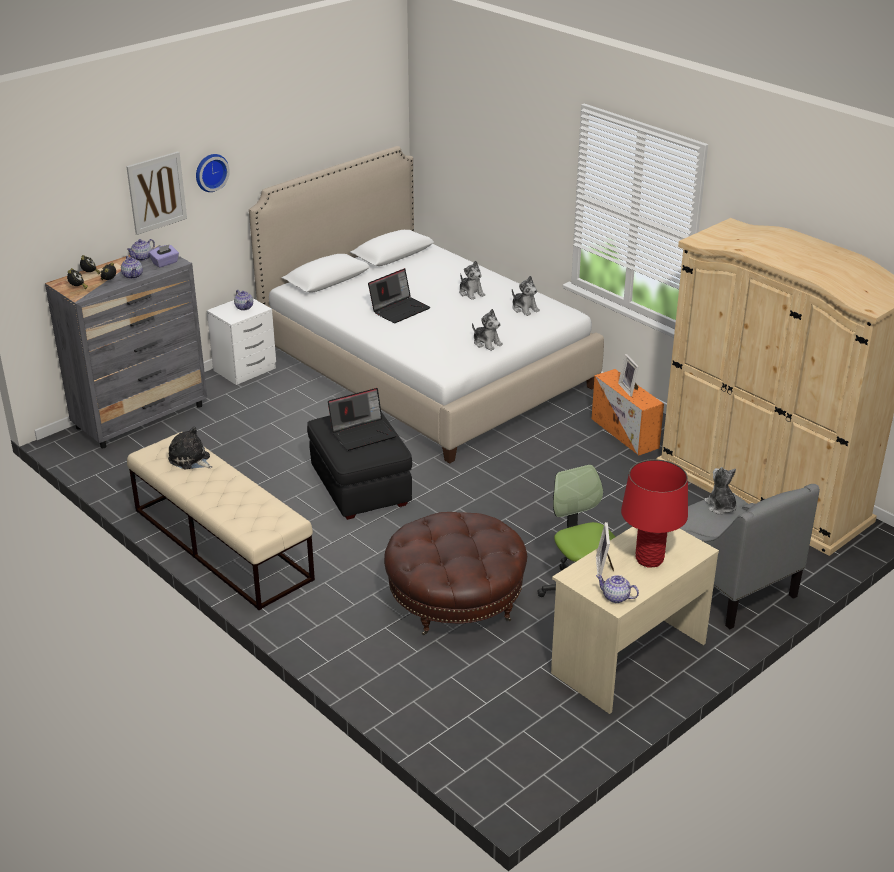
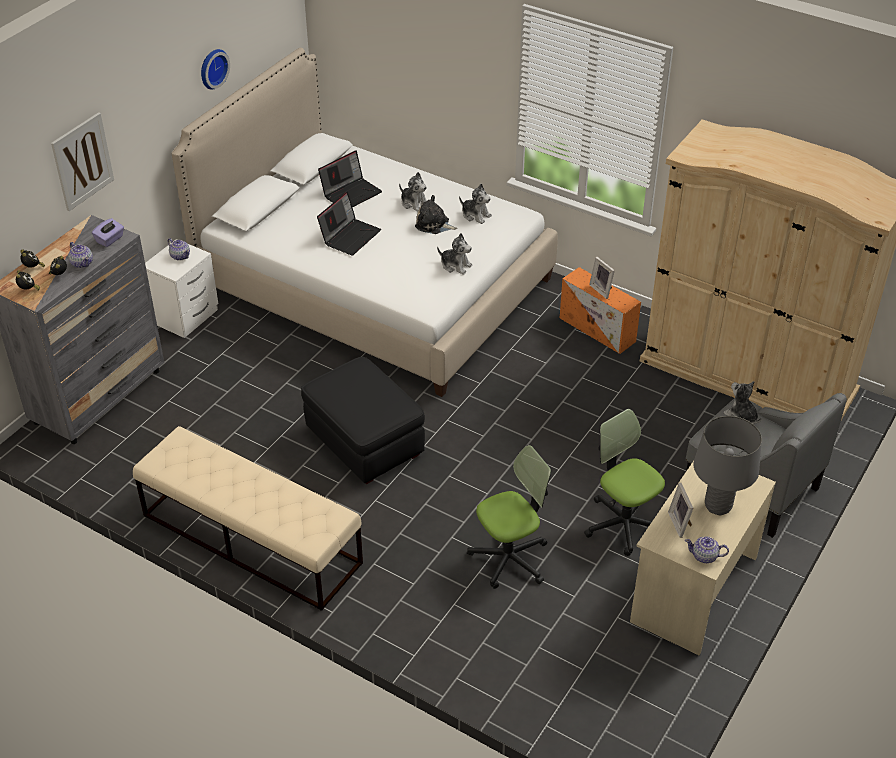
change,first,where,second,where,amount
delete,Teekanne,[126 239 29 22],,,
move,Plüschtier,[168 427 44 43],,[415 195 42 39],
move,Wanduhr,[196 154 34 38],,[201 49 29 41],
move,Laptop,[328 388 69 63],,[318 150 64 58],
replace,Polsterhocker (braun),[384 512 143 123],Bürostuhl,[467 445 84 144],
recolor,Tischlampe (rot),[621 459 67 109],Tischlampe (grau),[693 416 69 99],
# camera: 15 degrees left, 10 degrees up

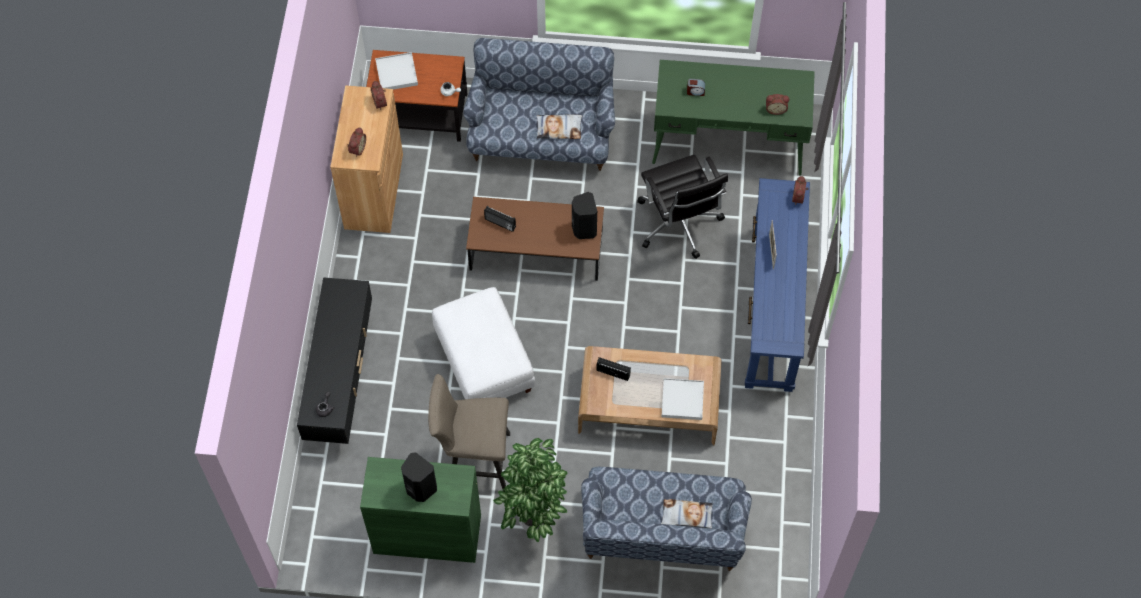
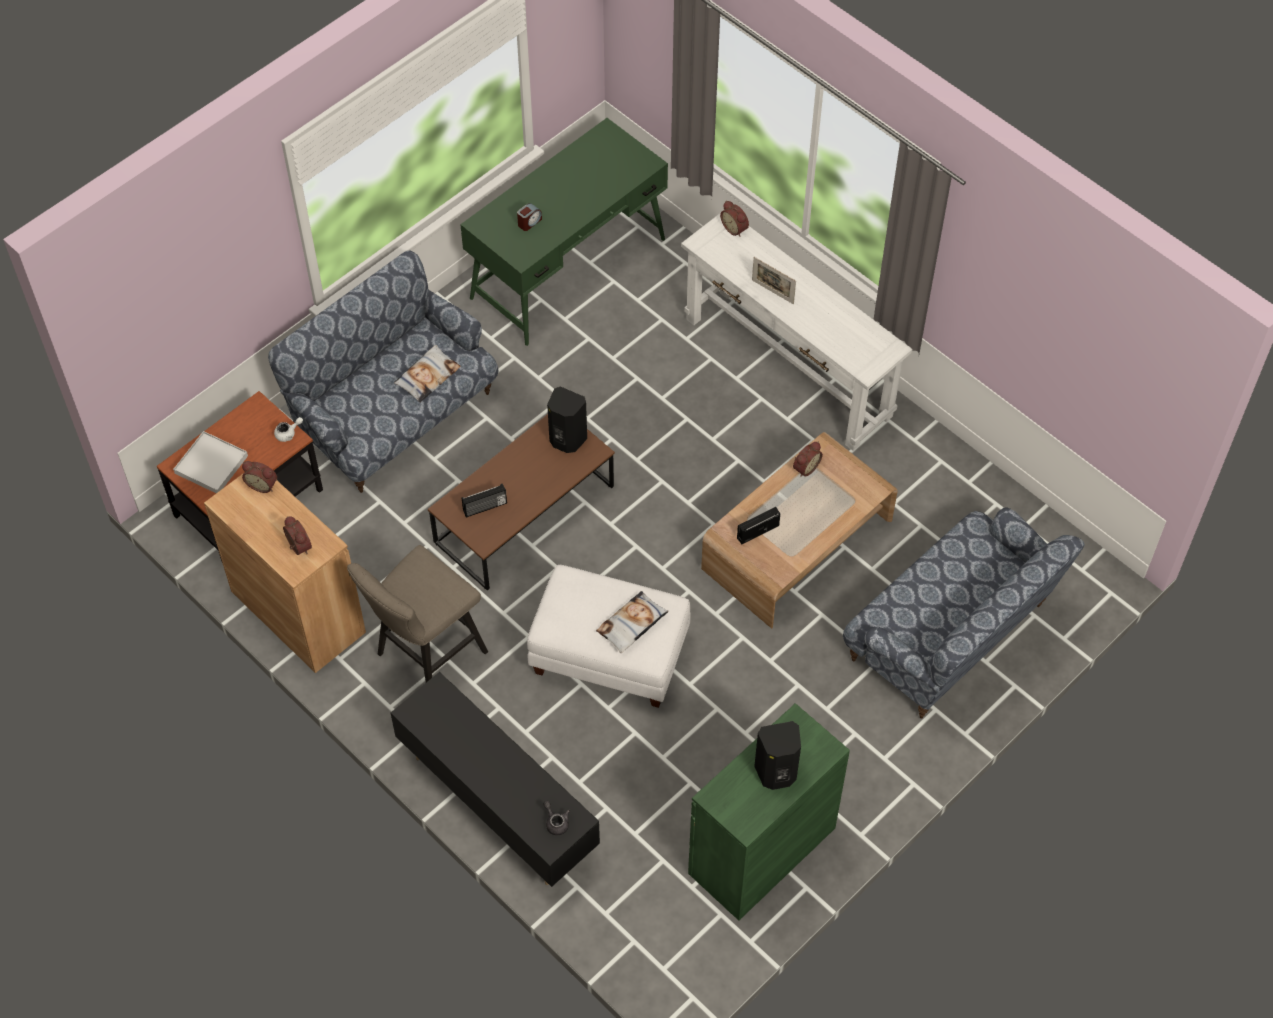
change,first,where,second,where,amount
move,Hocker (beige),[428 374 82 118],,[347 545 141 137],
delete,Topfpflanze,[493 438 75 104],,,
delete,Bürostuhl (schwarz),[637 155 91 104],,,
move,Kissen,[661 499 52 30],,[596 591 73 62],
delete,Tablett (weiß),[662 378 42 42],,,
recolor,Konsolentisch (blau),[745 178 65 214],Konsolentisch (weiß),[681 213 231 238],
move,Wecker,[766 94 23 21],,[793 442 30 35],
# camera: 50 degrees left, 5 degrees down

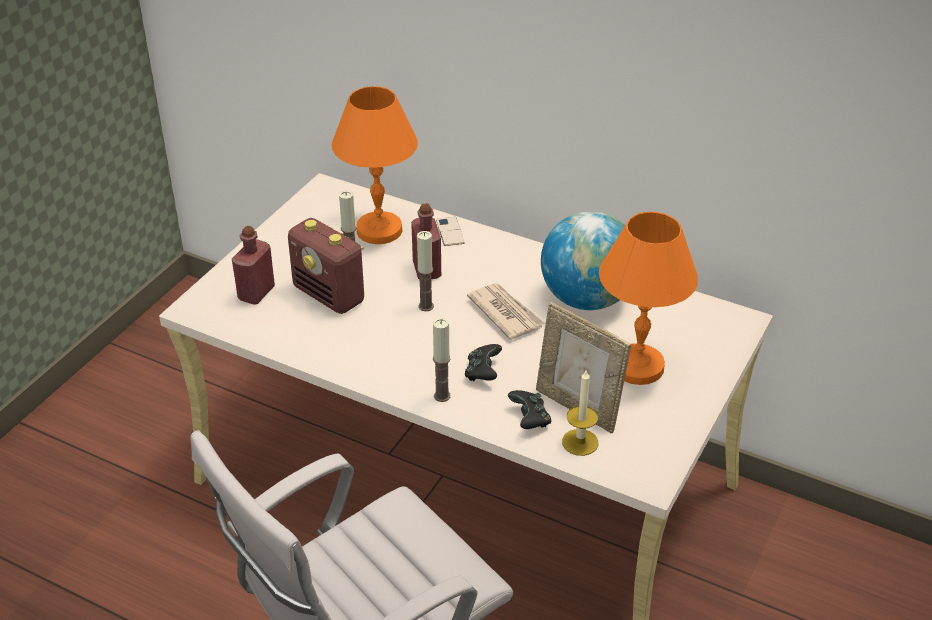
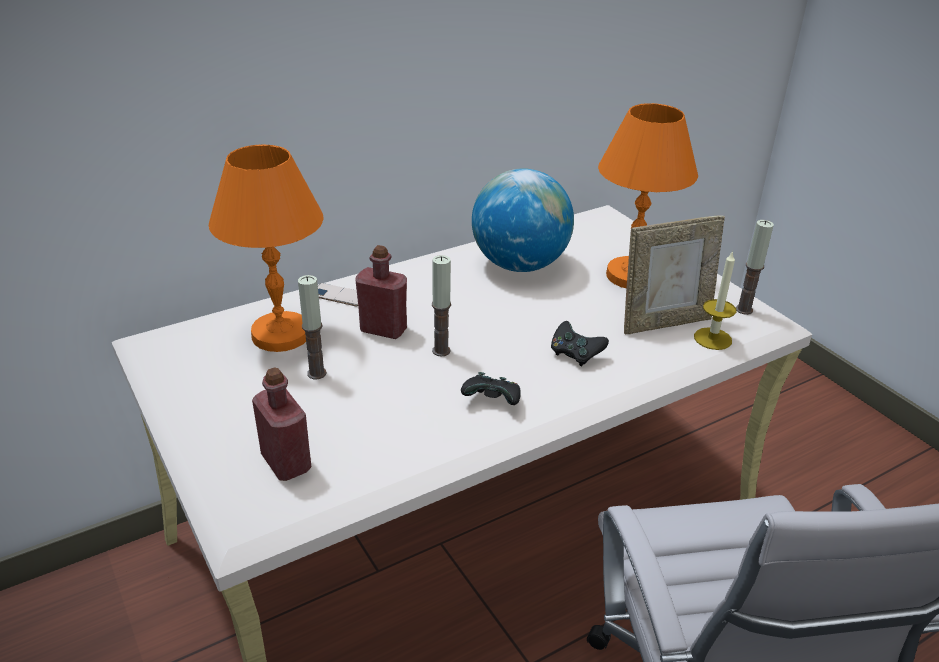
change,first,where,second,where,amount
delete,Radio,[288 218 76 96],,,
move,Kerze,[433 318 18 84],,[736 220 38 95],
delete,Zeitung,[467 283 78 57],,,
move,Gamepad (schwarz),[508 390 43 39],,[461 372 60 33],
# camera: 60 degrees left, 5 degrees down

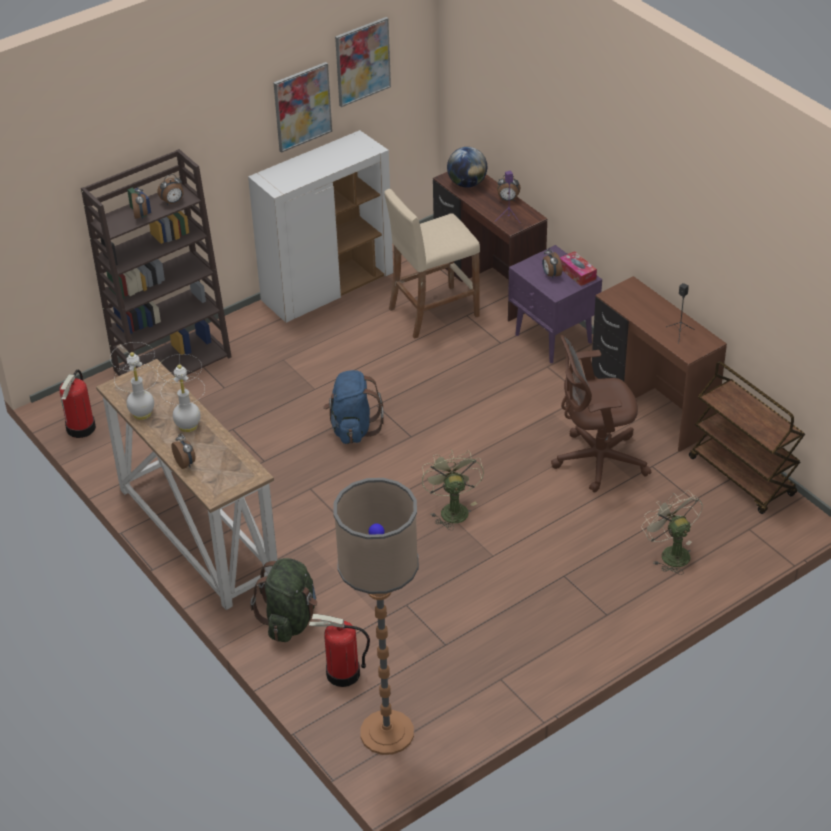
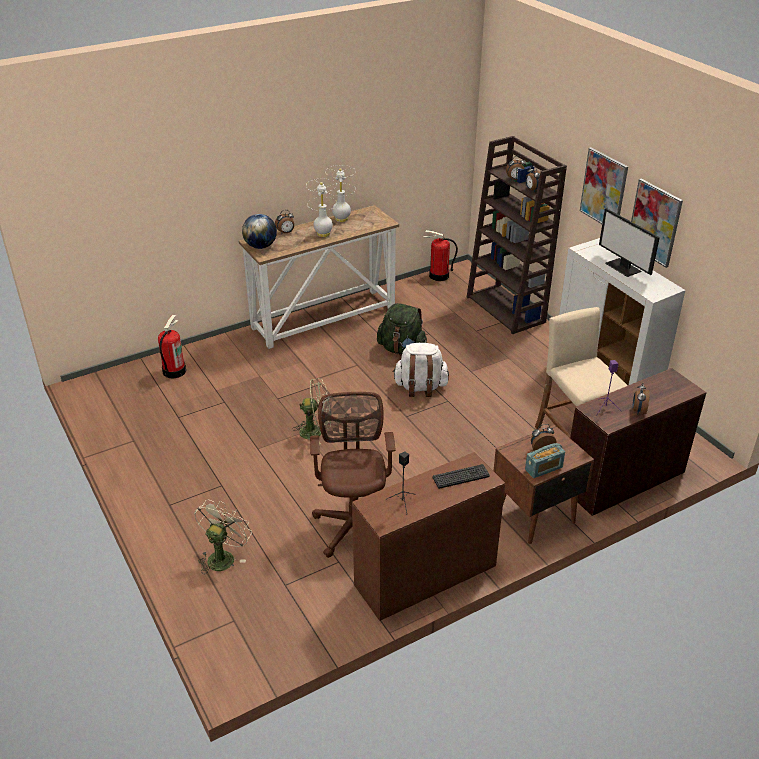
change,first,where,second,where,amount
move,Rucksack (grün),[250 558 68 84],,[377 303 50 51],
recolor,Rucksack (blau),[323 370 61 74],Rucksack (weiß),[392 343 57 54],
delete,Stehlampe,[333 478 86 277],,,
move,Bild,[335 17 56 90],,[580 147 48 77],
move,Globus,[447 147 40 41],,[242 214 35 35],
recolor,Nachttisch (lila),[508 245 94 118],Nachttisch (braun),[493 425 101 119],
replace,Taschentuchbox,[560 251 37 35],Radio,[525 443 40 35],
rotate,Ventilator (beige),[641 490 62 85],,[194 499 58 75],45 degrees counterclockwise
delete,Rollwagen (braun),[689 361 116 153],,,
insert,,,Tastatur,[433 464 57 25],
insert,,,Monitor,[599 208 61 69],
# camera: 95 degrees right, 5 degrees down

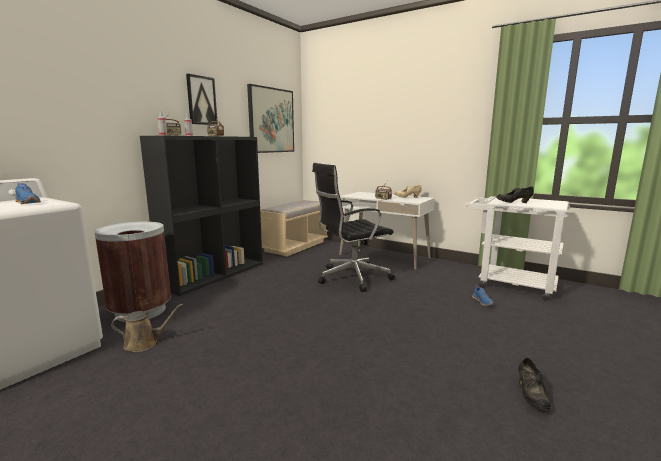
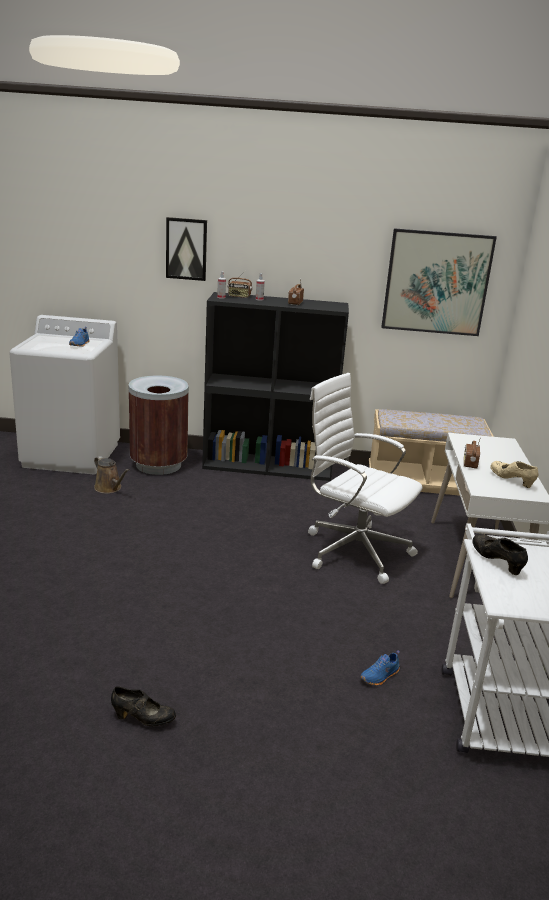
change,first,where,second,where,amount
move,Bild,[186 74 32 51],,[166 217 41 64],
recolor,Bürostuhl (schwarz),[312 163 83 129],Bürostuhl (weiß),[308 373 114 211],
rotate,Schuh (schwarz),[518 358 33 52],,[111 687 65 39],150 degrees counterclockwise
# camera: 60 degrees right, 10 degrees up

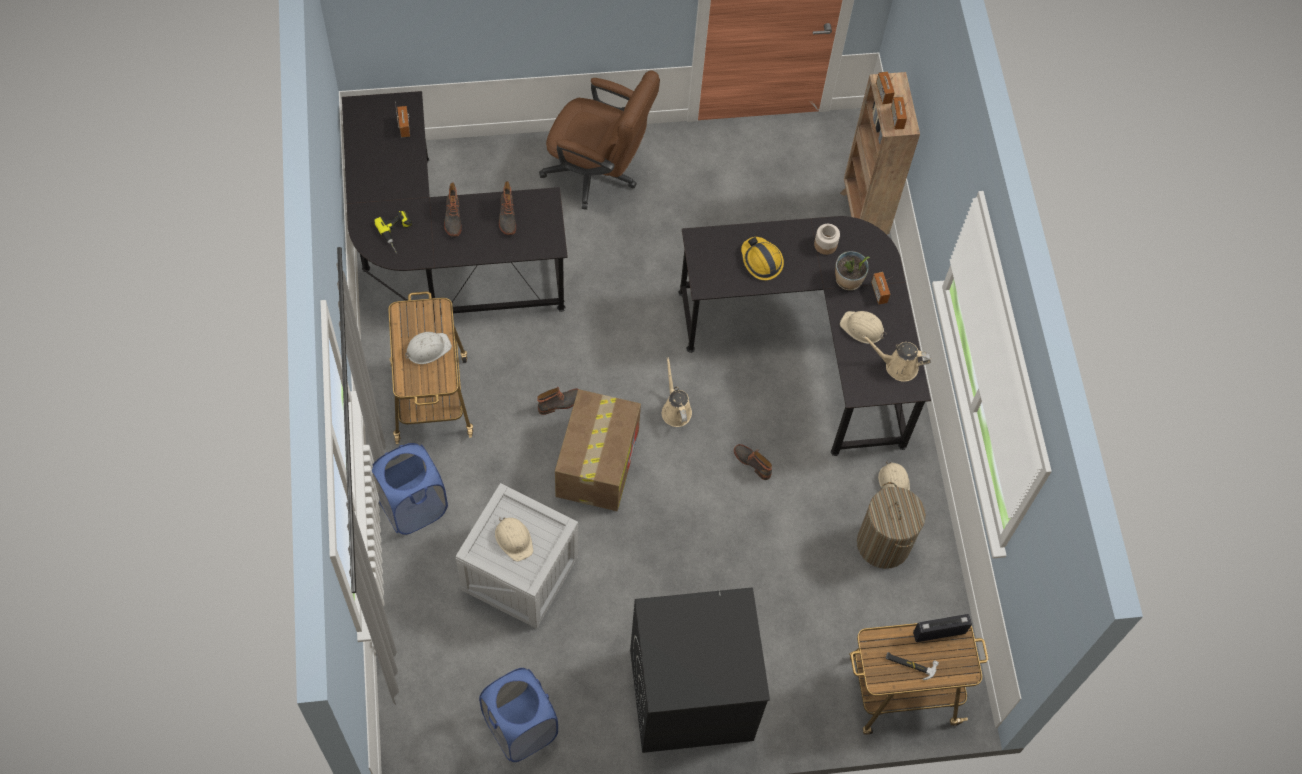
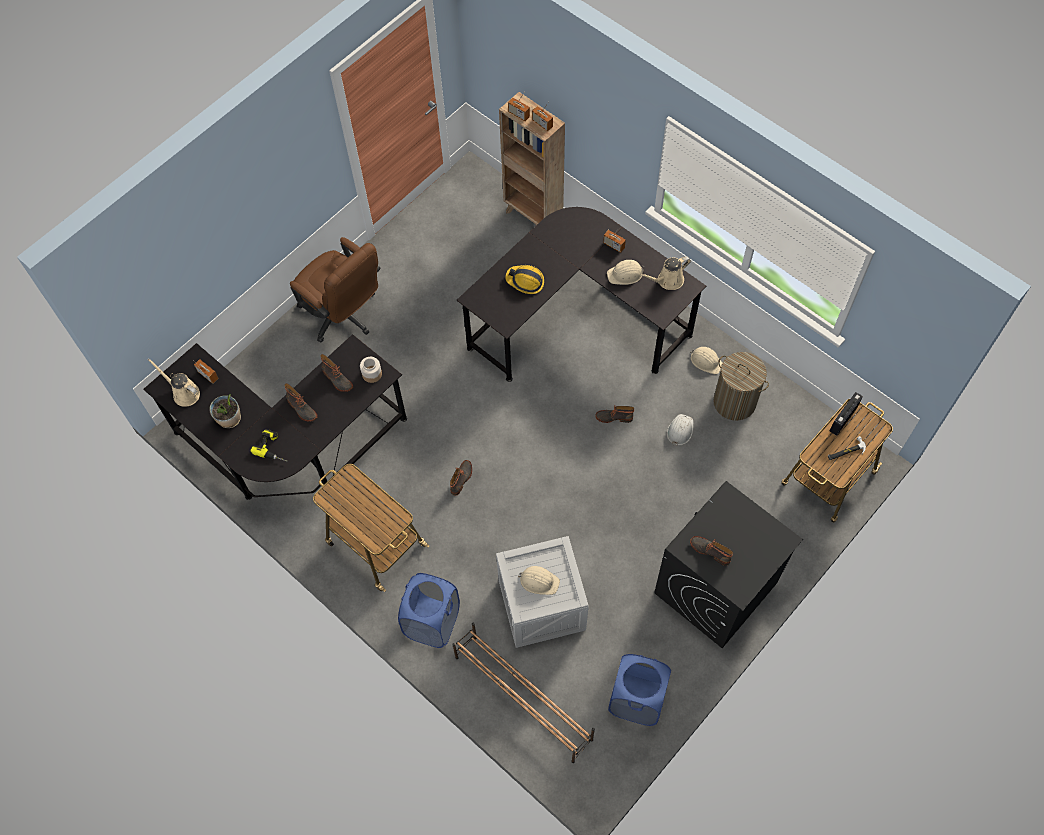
change,first,where,second,where,amount
move,Schutzhelm (weiß),[405 332 47 32],,[667 414 27 32],
rotate,Bürostuhl (braun),[539 70 121 140],,[290 237 90 106],60 degrees clockwise
delete,Karton,[555 389 86 122],,,
move,Gießkanne (beige),[662 357 30 70],,[148 359 52 48],
move,Vorratsglas,[814 224 26 31],,[360 357 22 26],
move,Topfpflanze,[835 251 35 39],,[209 394 32 34],
insert,,,Schuhregal (braun),[452 623 143 140],
insert,,,Stiefel,[690 536 43 30],
# camera: 35 degrees left, 0 degrees up

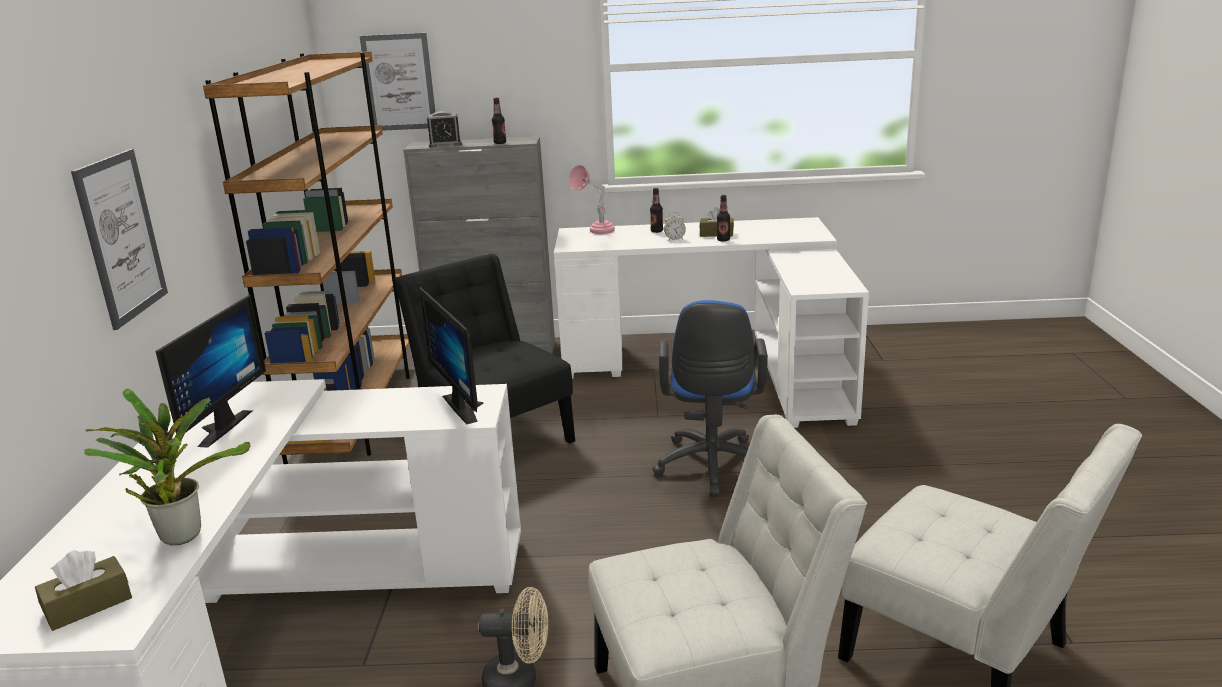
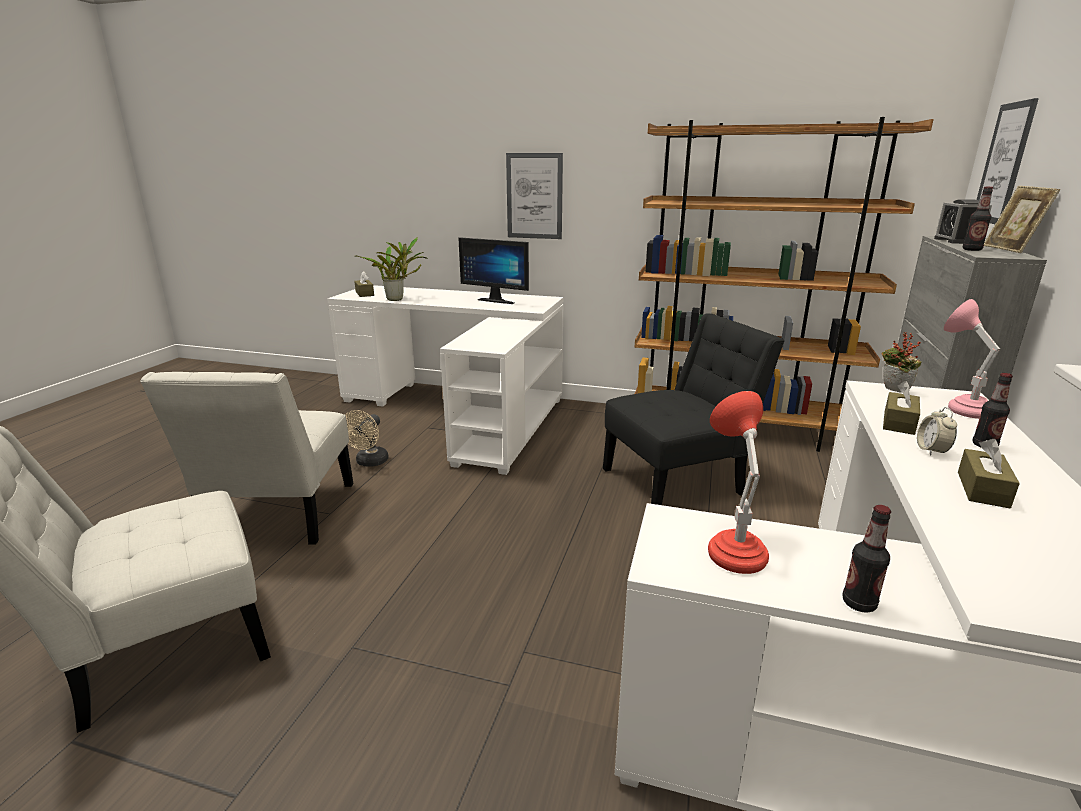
change,first,where,second,where,amount
delete,Monitor,[419 287 64 137],,,
delete,Bürostuhl (blau),[653 300 115 197],,,
move,Flasche,[717 195 13 47],,[842 505 49 108],
insert,,,Tischlampe (rot),[708 391 61 183],
insert,,,Topfpflanze,[882 332 39 61],
insert,,,Taschentuchbox (braun),[883 381 37 54],
insert,,,Bilderrahmen,[984 186 76 67],
# camera: 105 degrees right, 0 degrees up

